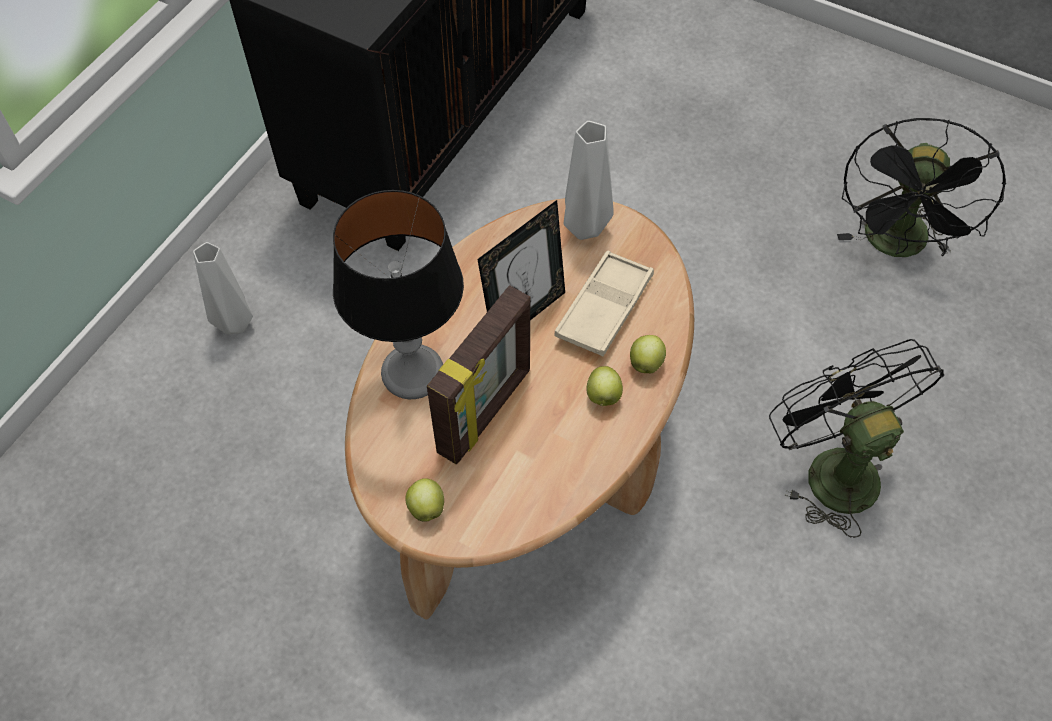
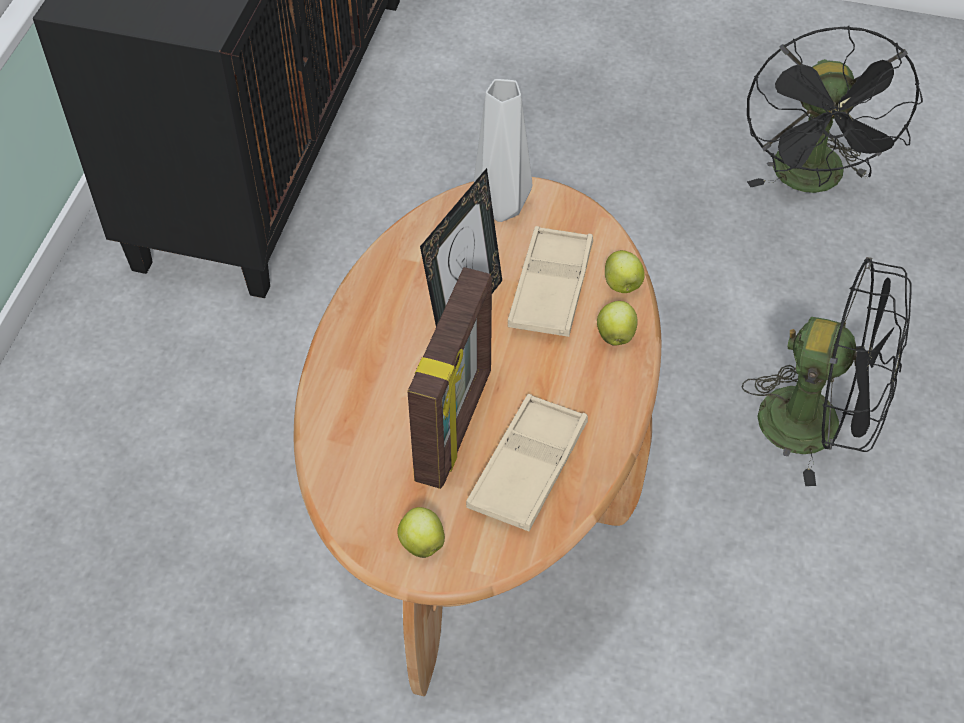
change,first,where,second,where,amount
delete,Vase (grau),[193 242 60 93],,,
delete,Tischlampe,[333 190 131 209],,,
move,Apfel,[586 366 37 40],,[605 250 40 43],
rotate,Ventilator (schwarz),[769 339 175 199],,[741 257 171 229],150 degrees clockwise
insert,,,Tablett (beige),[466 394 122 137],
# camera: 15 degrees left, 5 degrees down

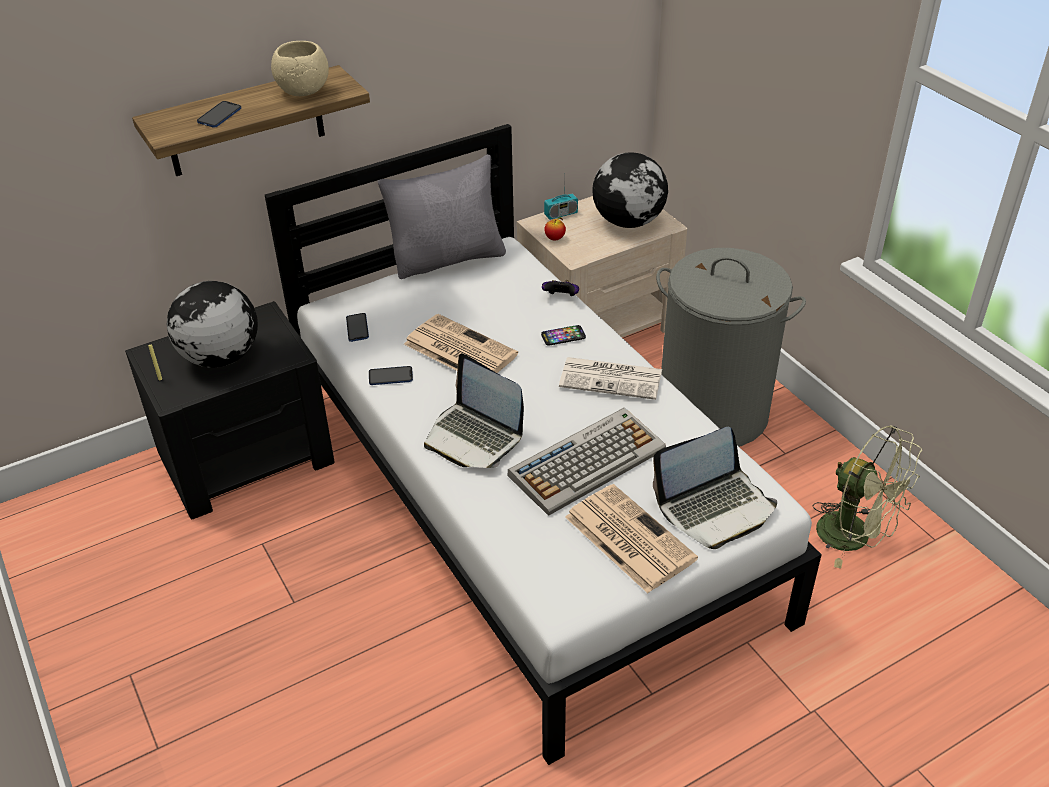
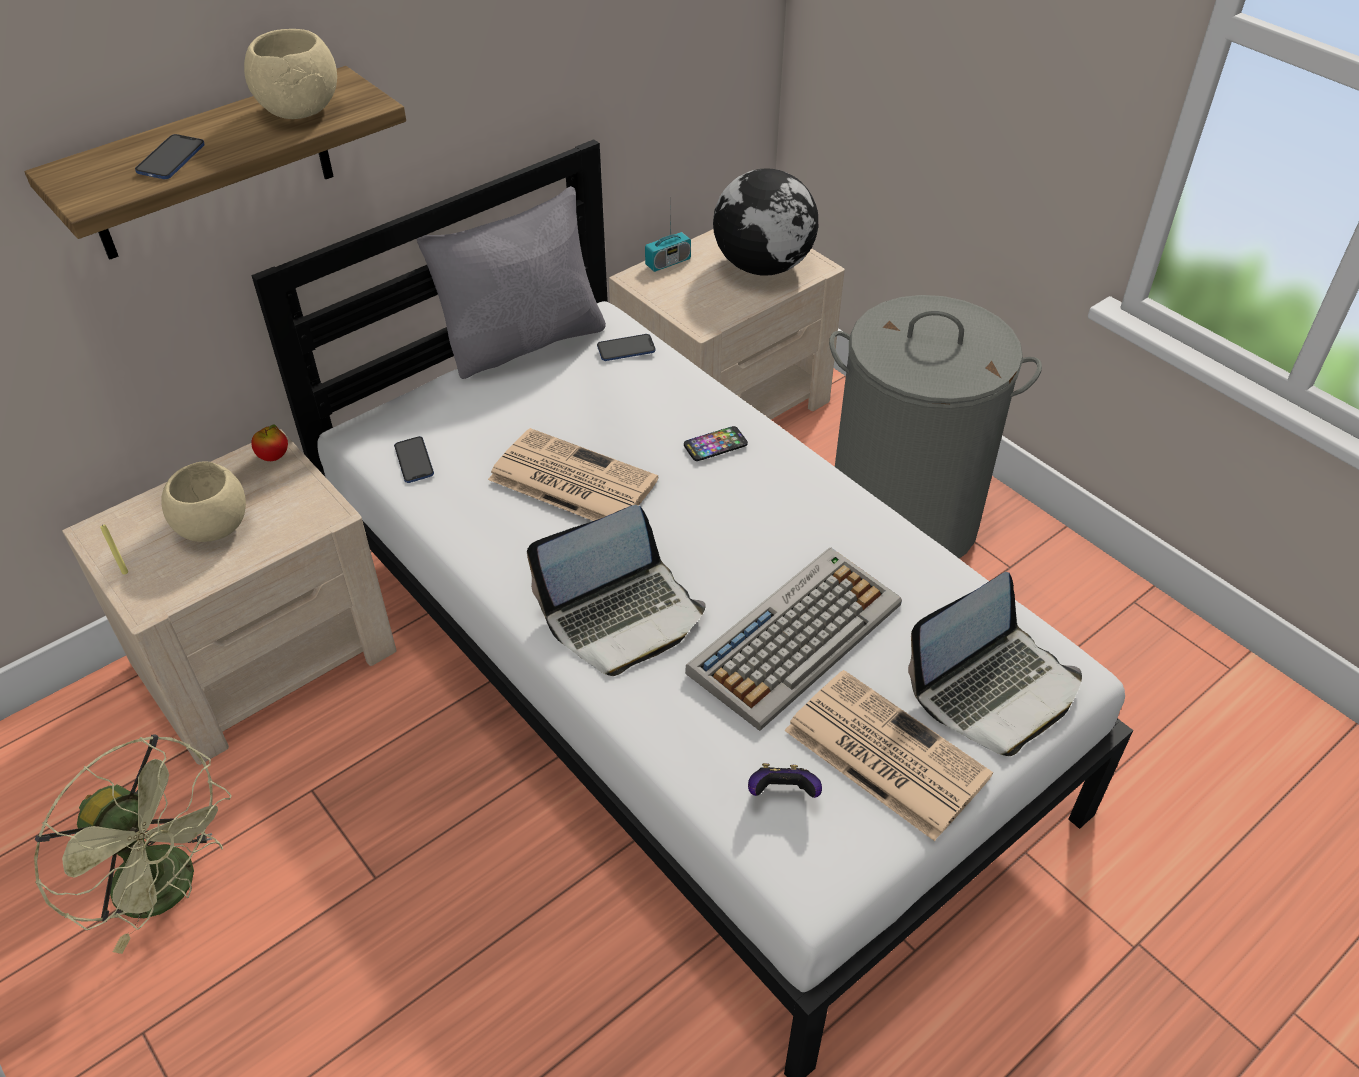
change,first,where,second,where,amount
recolor,Nachttisch (schwarz),[125 301 210 218],Nachttisch (beige),[62 429 334 336],
replace,Globus,[167 281 91 86],Schüssel (beige),[161 461 85 81],
move,Handy,[369 366 44 19],,[597 334 58 27],
rotate,Laptop,[424 354 100 114],,[527 505 179 171],60 degrees counterclockwise
move,Gamepad,[542 280 37 16],,[748 763 74 35],
move,Apfel,[544 217 22 24],,[251 424 37 37],
delete,Zeitung,[559 357 103 43],,,
move,Ventilator (grün),[813 425 109 143],,[34 735 197 219],
# camera: 10 degrees left, 5 degrees up

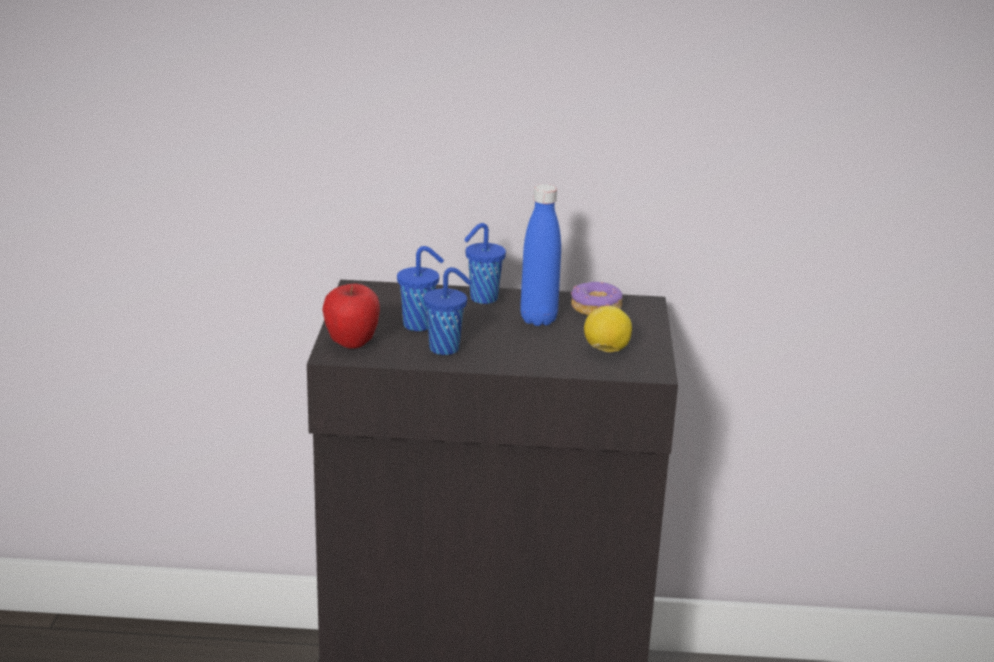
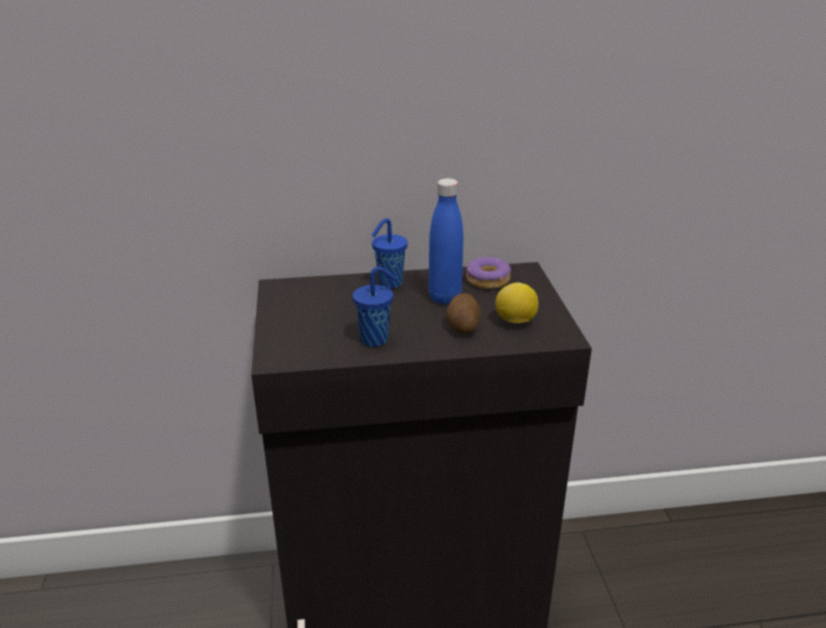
change,first,where,second,where,amount
delete,Apfel,[322 283 58 66],,,
delete,Tasse (blau),[397 246 47 85],,,
insert,,,Kartoffel,[446 293 35 41],
# camera: 10 degrees left, 5 degrees up

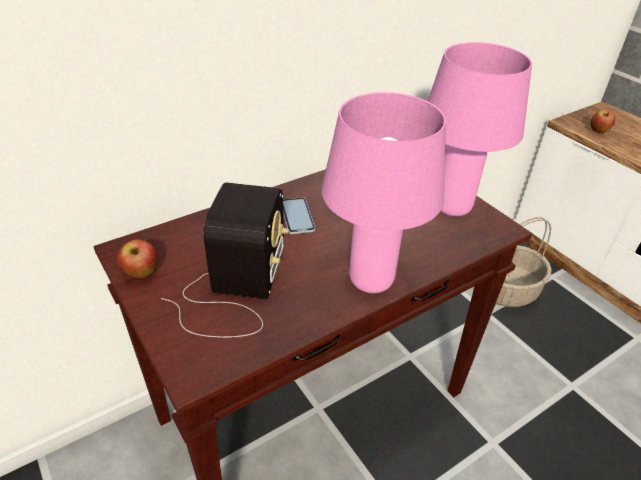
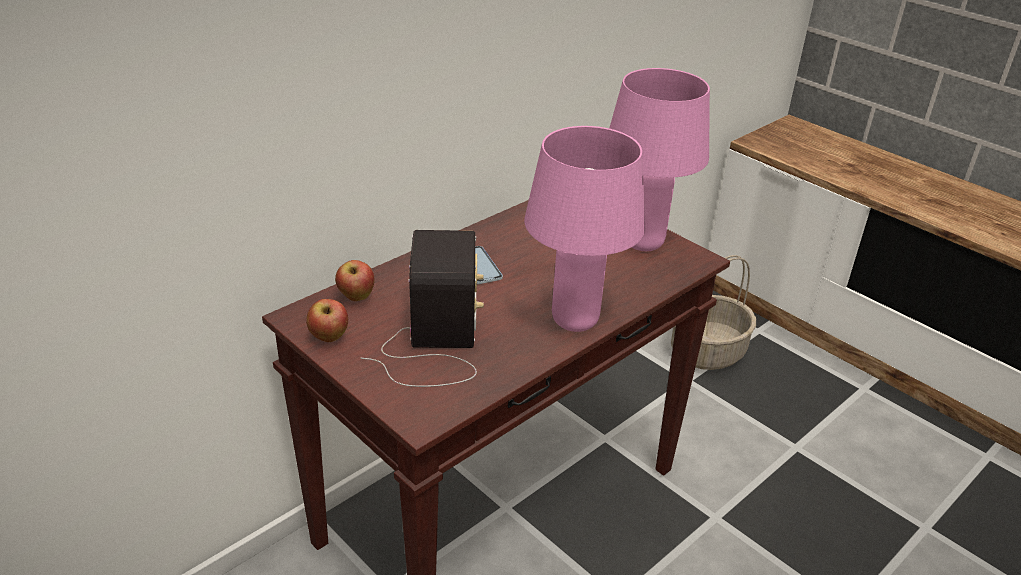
change,first,where,second,where,amount
move,Apfel,[590 110 25 23],,[335 260 40 41],
# camera: 10 degrees left, 5 degrees down

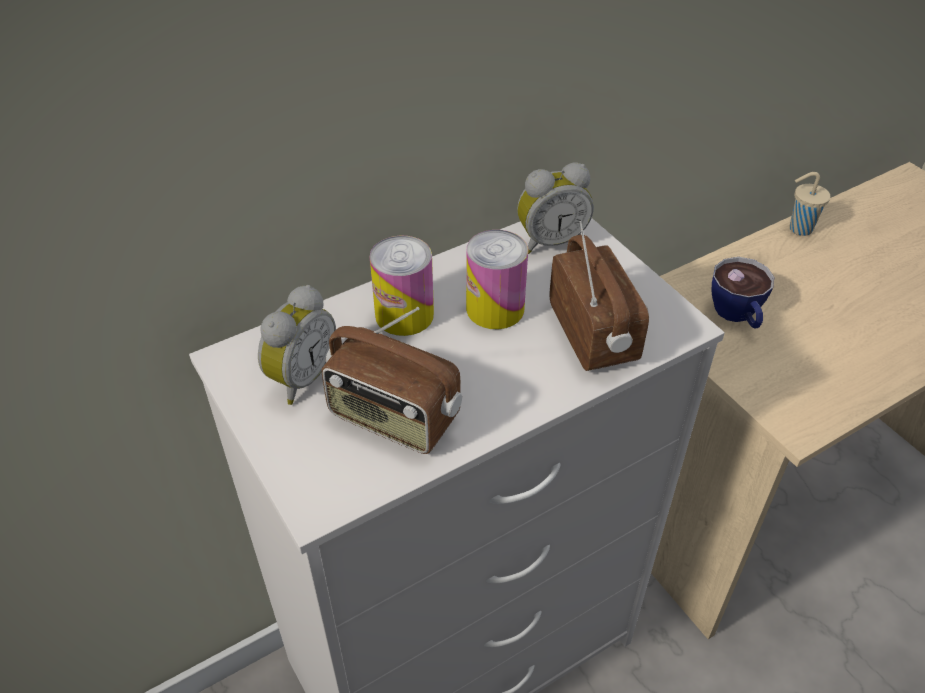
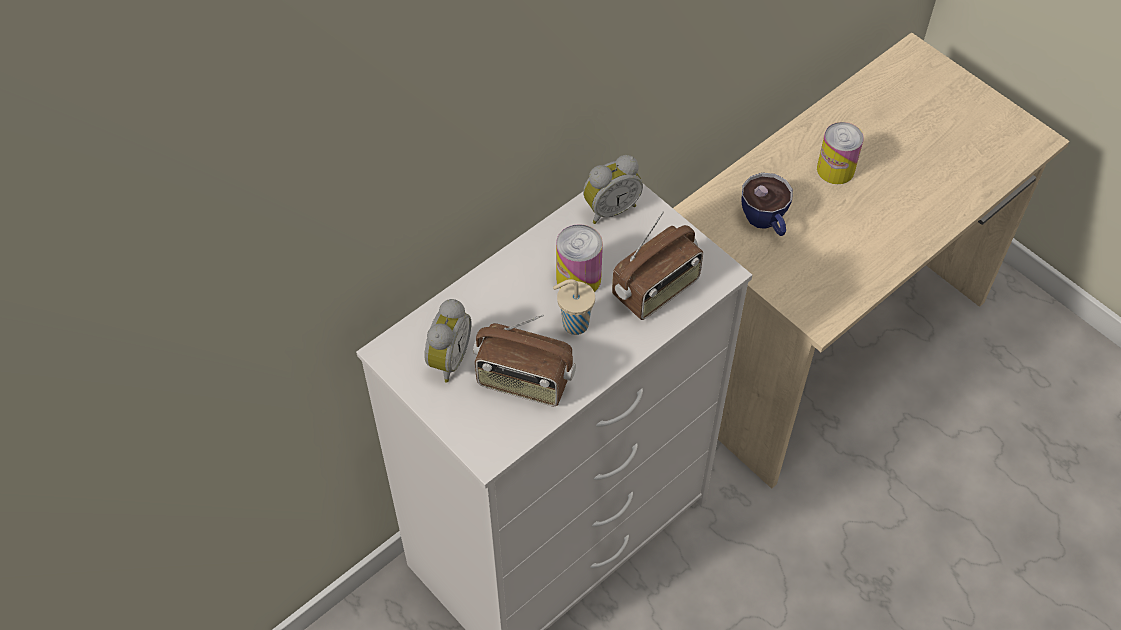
change,first,where,second,where,amount
move,Dose,[370 235 64 101],,[817 122 47 62],
rotate,Radio,[549 221 100 150],,[612 211 91 109],75 degrees clockwise
move,Tasse (beige),[789 172 41 64],,[553 279 42 56],
# camera: 10 degrees left, 10 degrees up

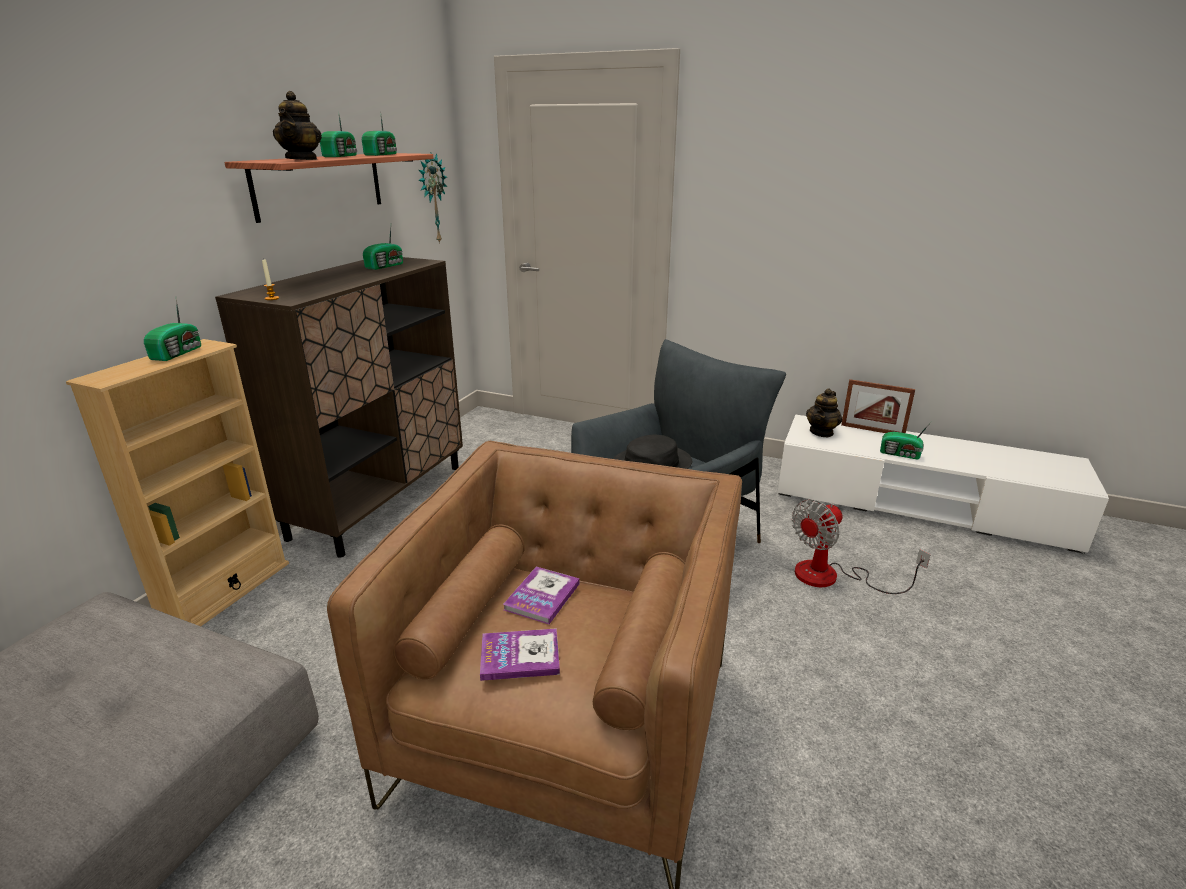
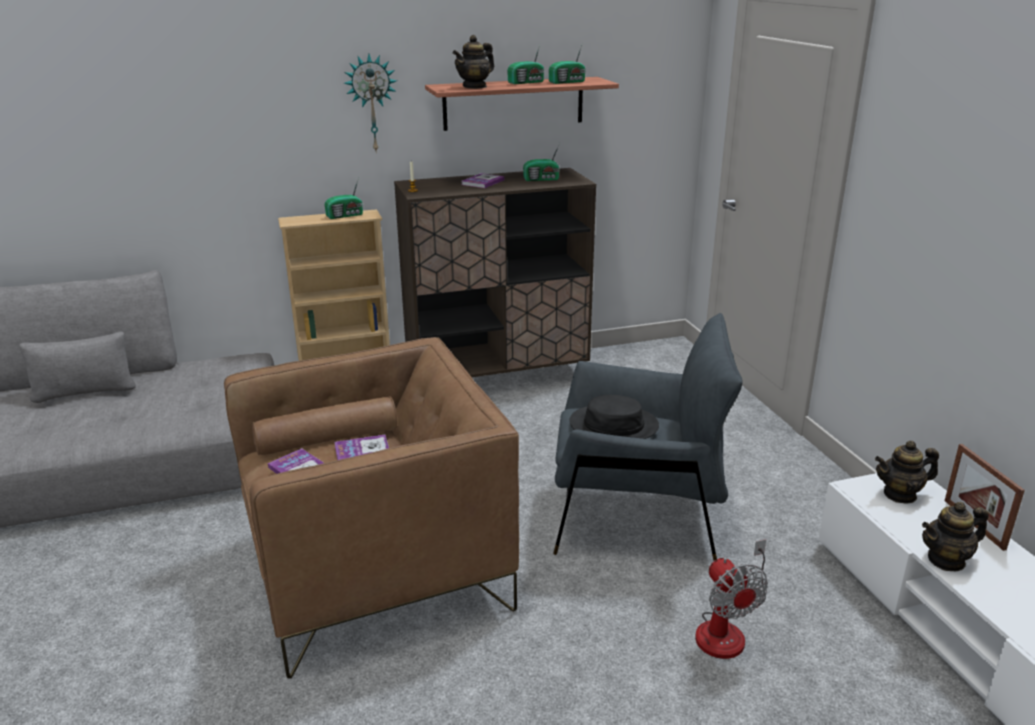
change,first,where,second,where,amount
move,Wanduhr,[419 153 28 91],,[344 54 53 97],
rotate,Ventilator,[792 499 138 95],,[695 539 73 120],120 degrees counterclockwise
replace,Radio,[880 421 52 39],Teekanne,[922 502 67 70],
insert,,,Buch,[462 173 43 15],
# camera: 50 degrees right, 0 degrees up

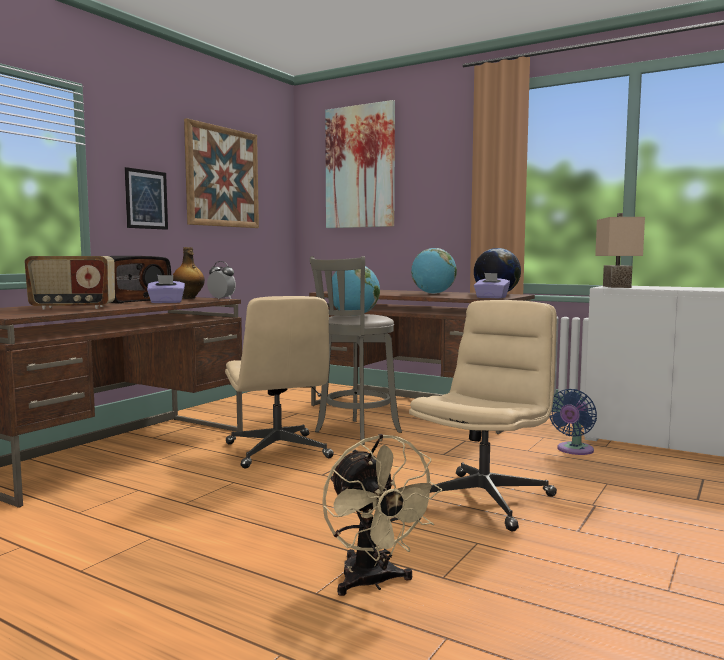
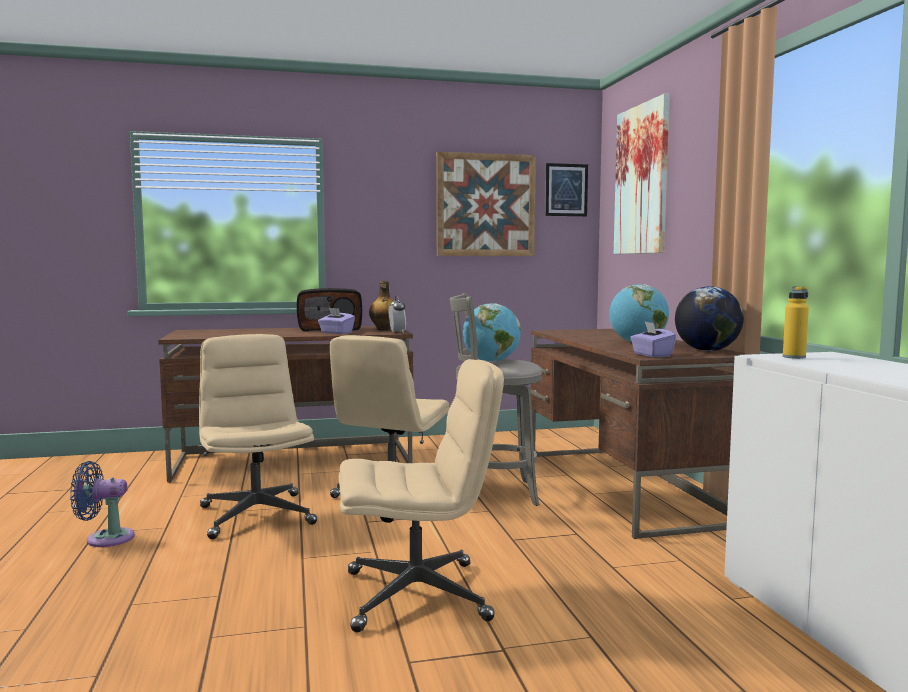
change,first,where,second,where,amount
delete,Radio,[24 256 91 53],,,
move,Bild,[125 167 43 63],,[545 163 43 53],
delete,Ventilator (beige),[322 434 120 162],,,
move,Ventilator (blau),[549 389 48 66],,[70 461 65 86],
replace,Tischlampe (beige),[595 213 50 75],Flasche (gelb),[783 286 26 73],
insert,,,Bürostuhl (beige),[199 334 118 205],
# camera: 45 degrees right, 0 degrees up

